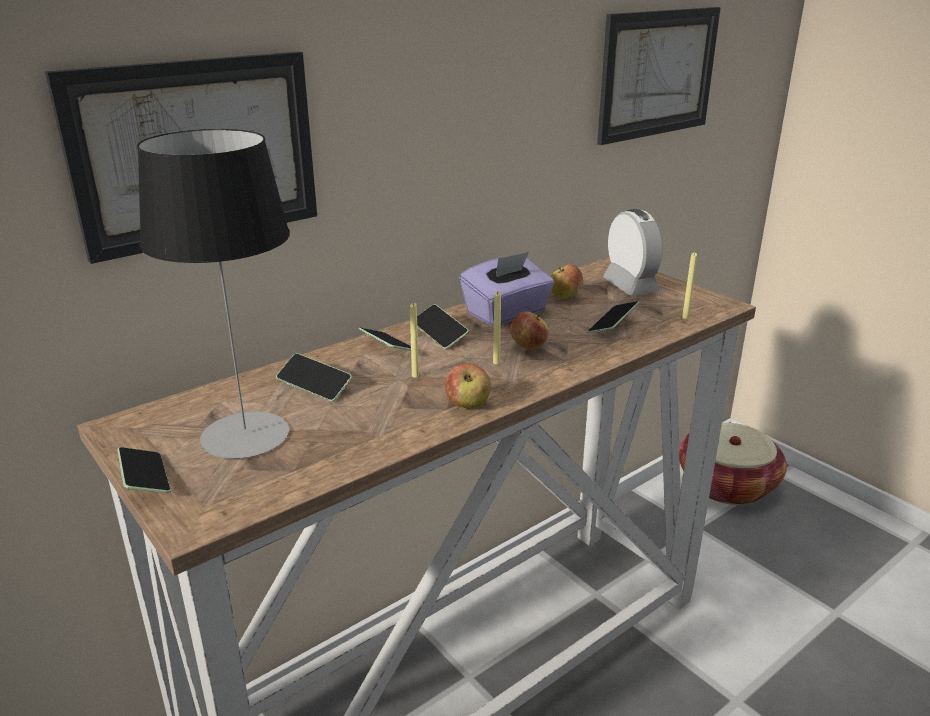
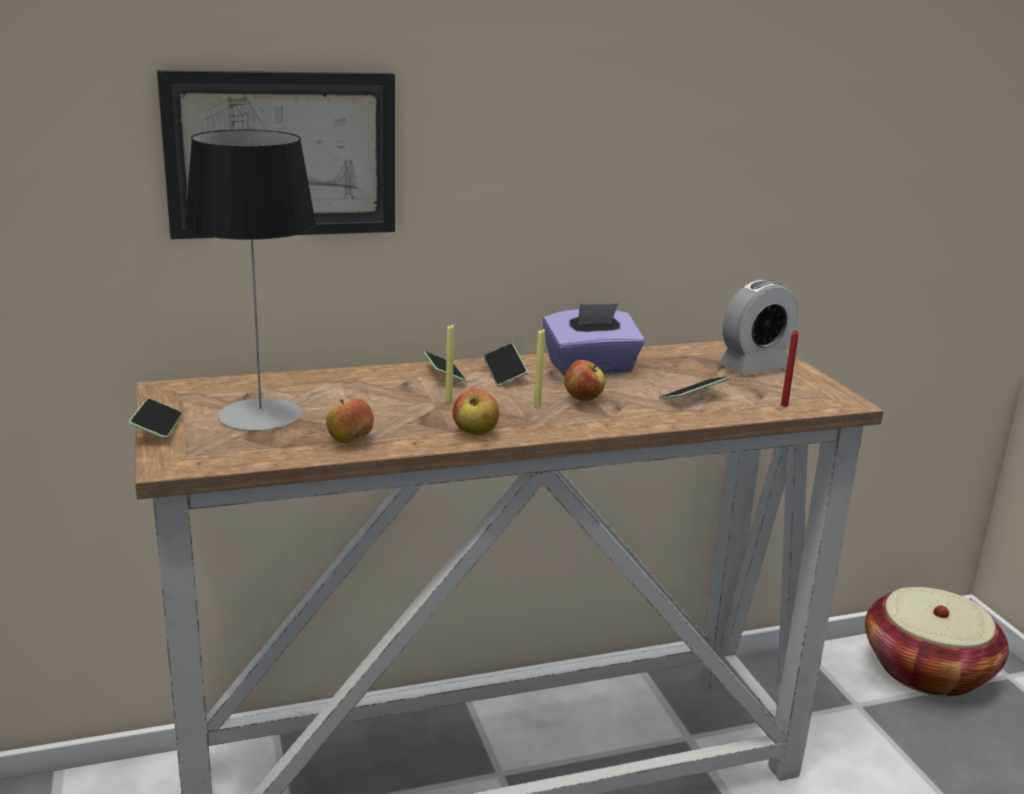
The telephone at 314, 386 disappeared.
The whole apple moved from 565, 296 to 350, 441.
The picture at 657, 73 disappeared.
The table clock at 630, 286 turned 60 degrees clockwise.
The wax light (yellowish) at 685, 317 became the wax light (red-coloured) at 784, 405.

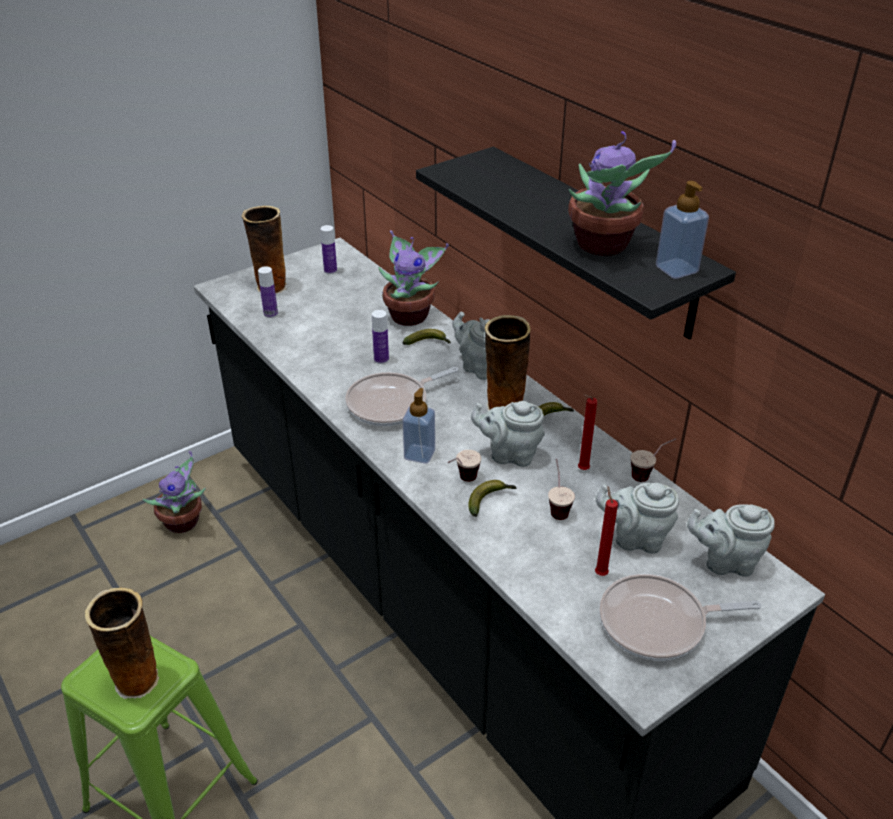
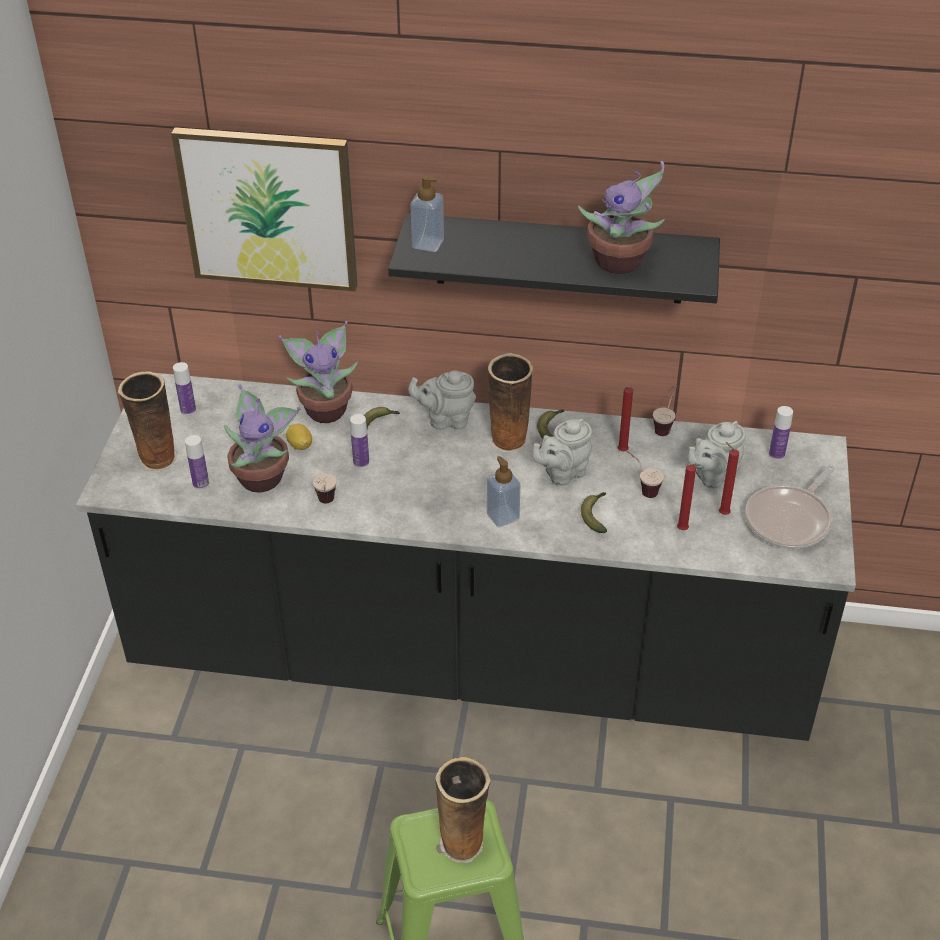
The houseplant moved from 184, 522 to 263, 477.
The skillet at 392, 403 disappeared.
The small cup moved from 462, 482 to 326, 505.
The soap bottle moved from 676, 269 to 428, 244.
The pot for tea (greyish) at 725, 561 was replaced by the bottle at 776, 454.
The picture at 269, 208 appeared.
The lemon at 300, 445 appeared.
The wax light (red-coloured) at 684, 530 appeared.

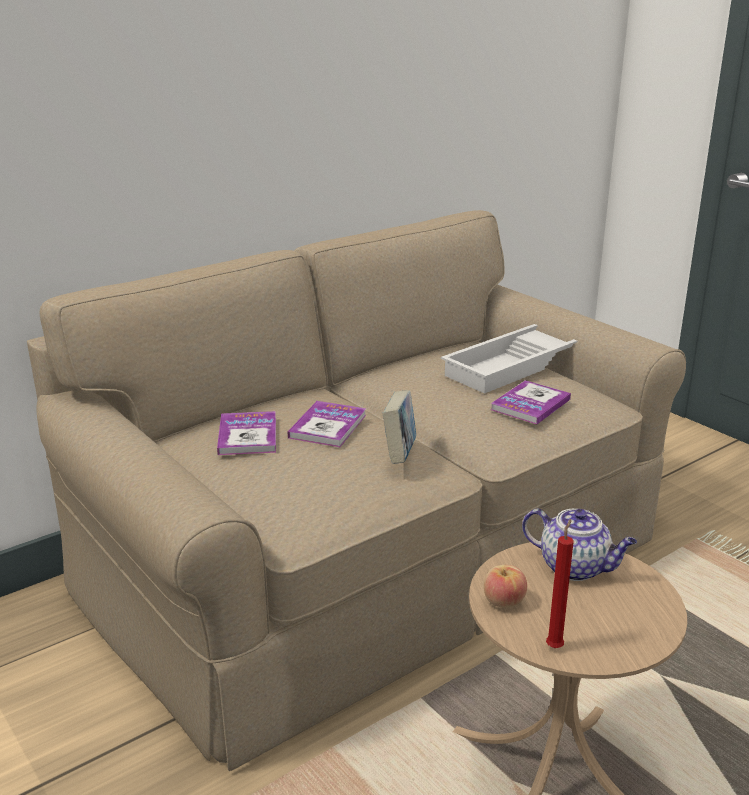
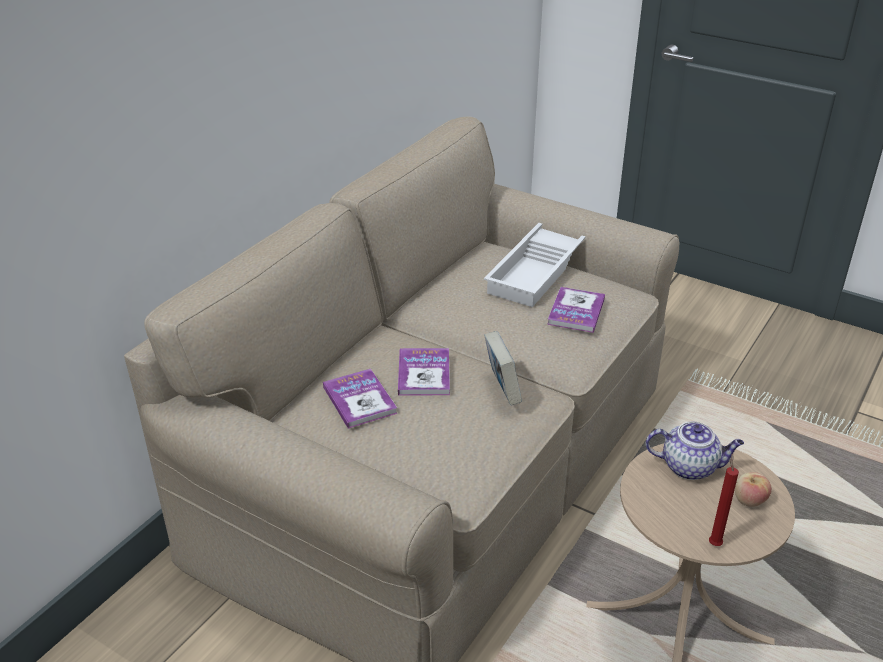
The whole apple moved from 503, 602 to 749, 500.

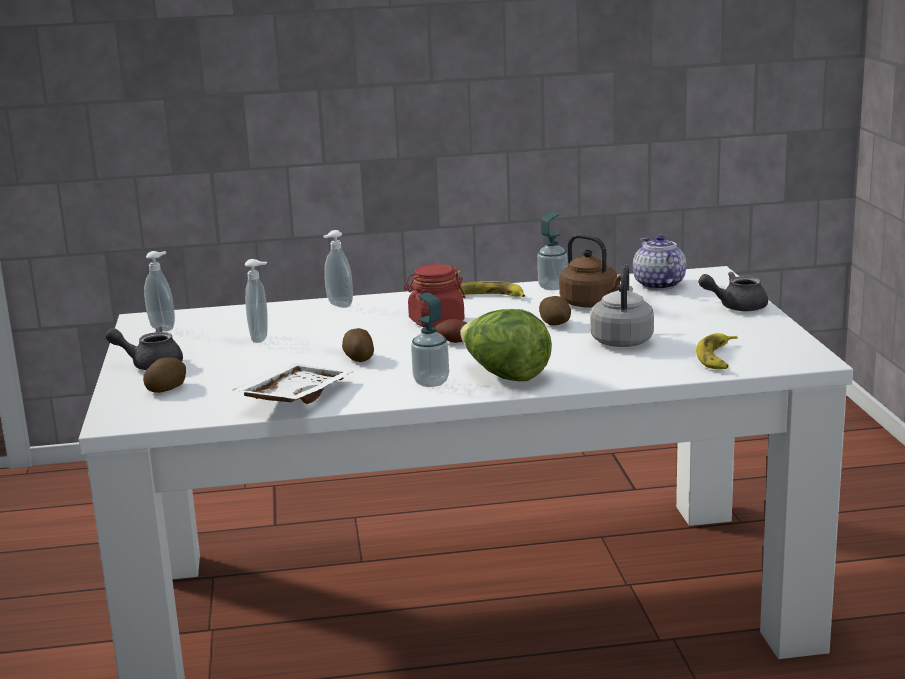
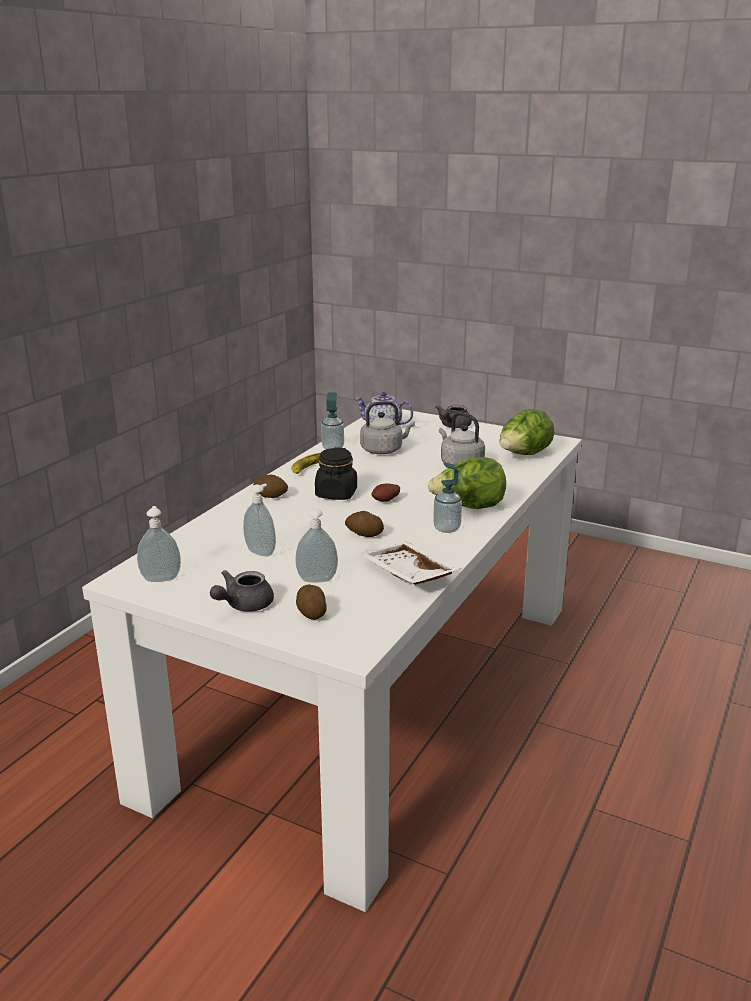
The soap bottle moved from 338, 305 to 317, 581.
The preserve jar (red-coloured) at 436, 322 became the preserve jar (black) at 336, 494.
The whole potato moved from 555, 323 to 271, 496.
The tea kettle (brownish) at 591, 304 became the tea kettle (greyish) at 384, 450.
The whole banana at 718, 358 was replaced by the head of lettuce at 524, 455.

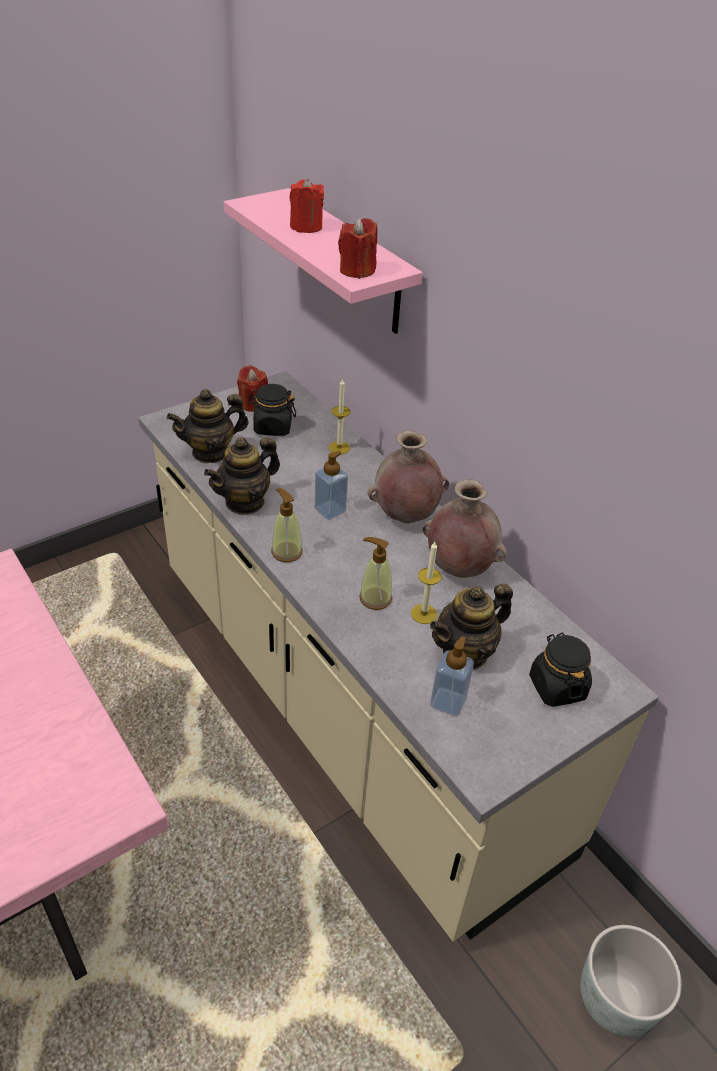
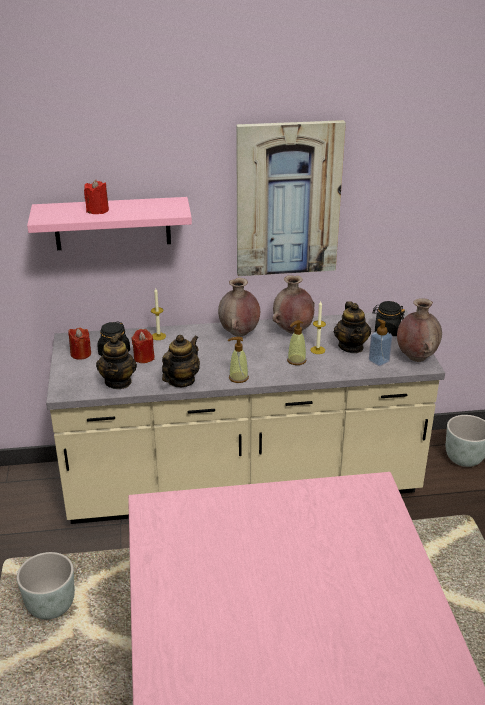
The pot for tea at 245, 502 turned 135 degrees counterclockwise.
The soap bottle at 330, 510 disappeared.
The wax light (red-coloured) moved from 357, 270 to 144, 357.
The planter (greyish) at 51, 605 appeared.
The picture at 288, 199 appeared.
The decorative vase (brownish) at 416, 357 appeared.

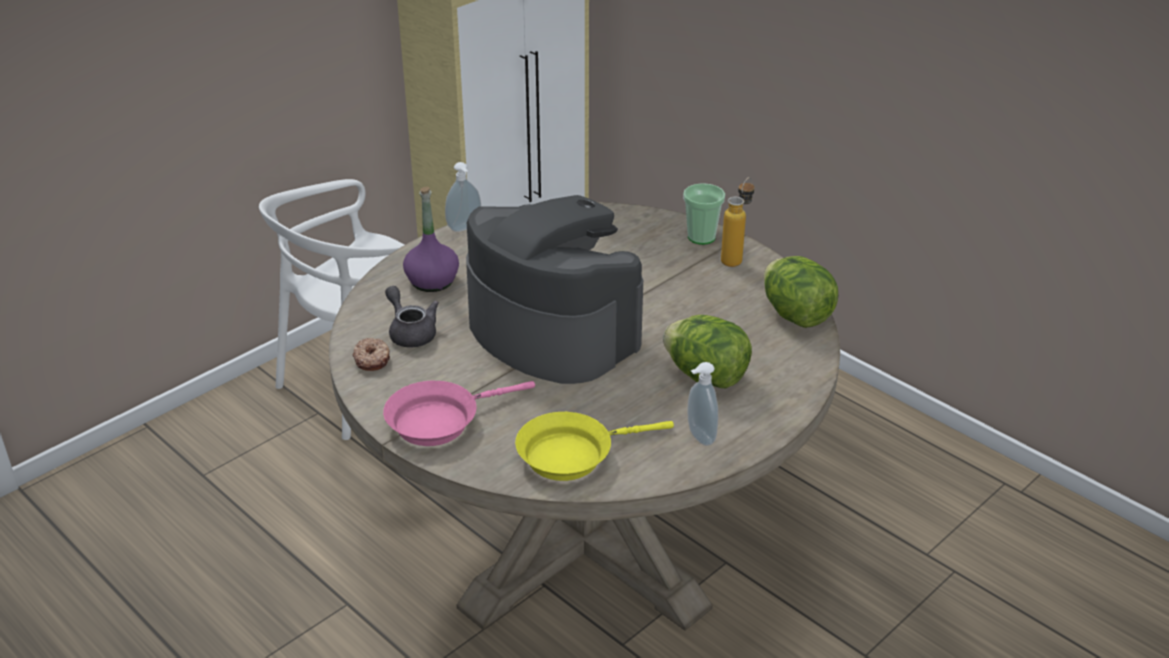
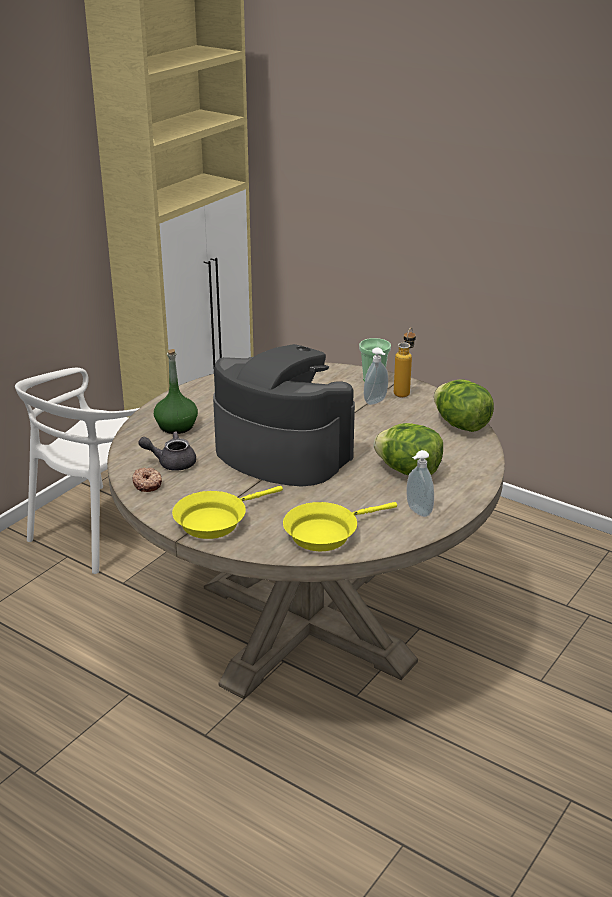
The skillet (pinkish) at 439, 420 became the skillet (yellowish) at 215, 520.
The pot for tea (greyish) at 411, 332 turned 45 degrees counterclockwise.
The bottle (purple) at 432, 281 became the bottle (green) at 176, 426.
The soap bottle moved from 465, 228 to 376, 402.

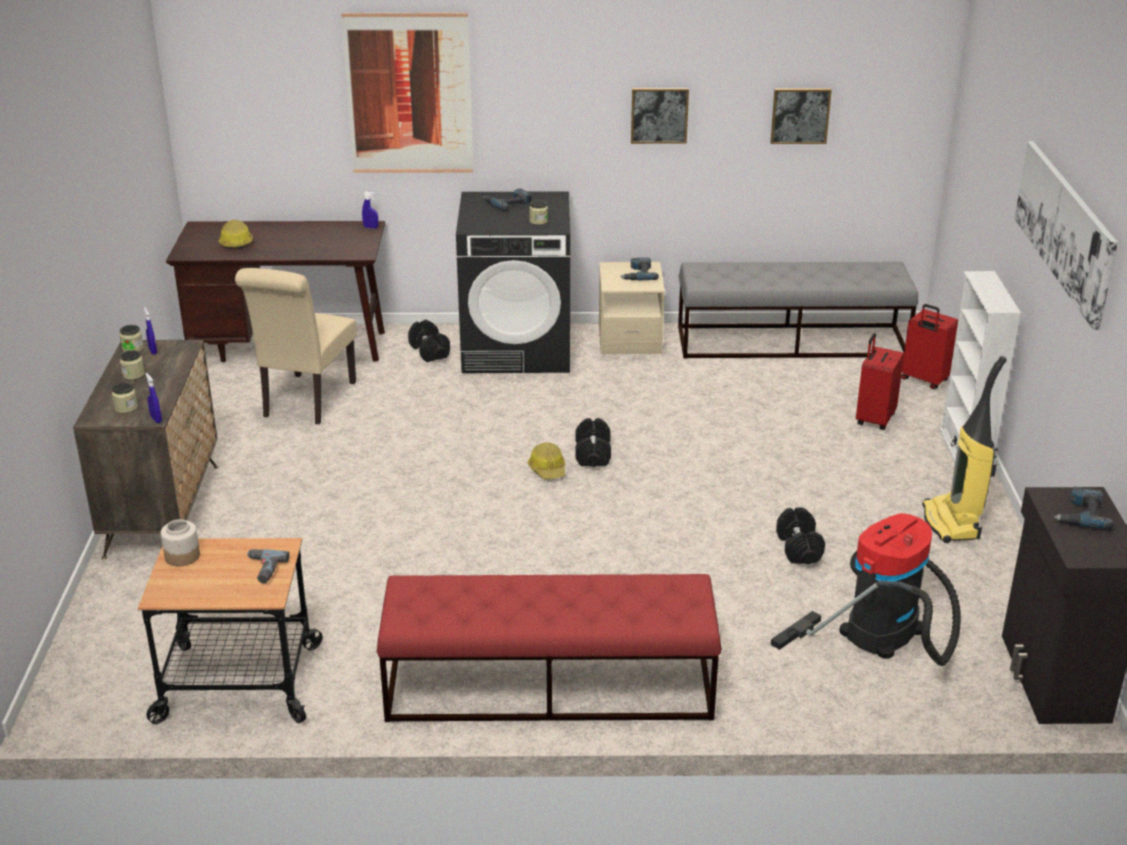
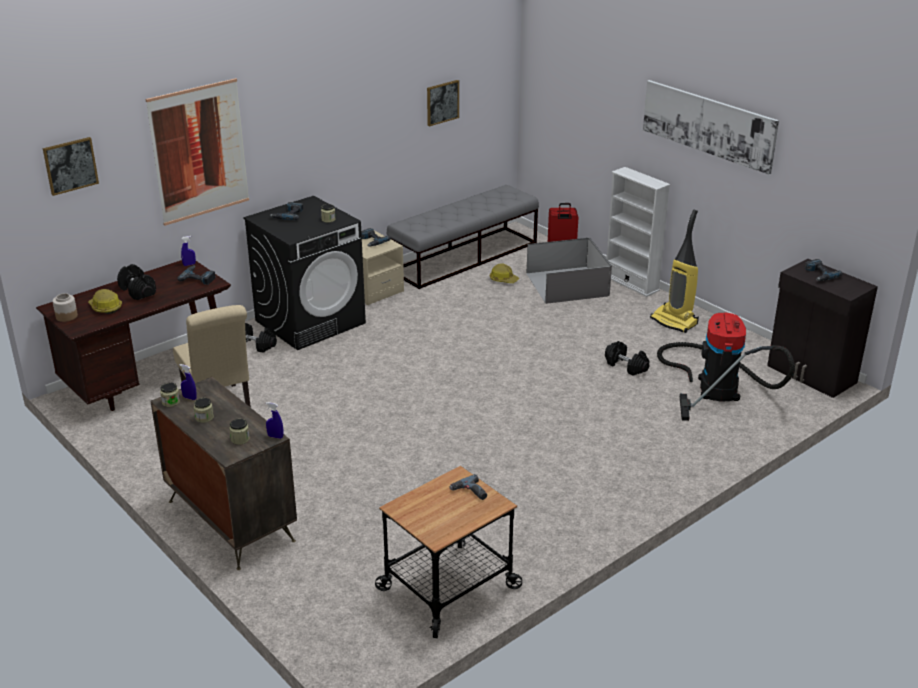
The preserve jar moved from 183, 556 to 67, 316.
The bench (red-coloured) at 548, 687 disappeared.
The work helmet moved from 548, 469 to 503, 279.
The dumbbell (black) moved from 592, 454 to 137, 291.
The picture moved from 659, 115 to 70, 165.
The travel case (red-coloured) at 874, 419 was replaced by the storage bin (greyish) at 566, 284.
The drill at 198, 278 appeared.

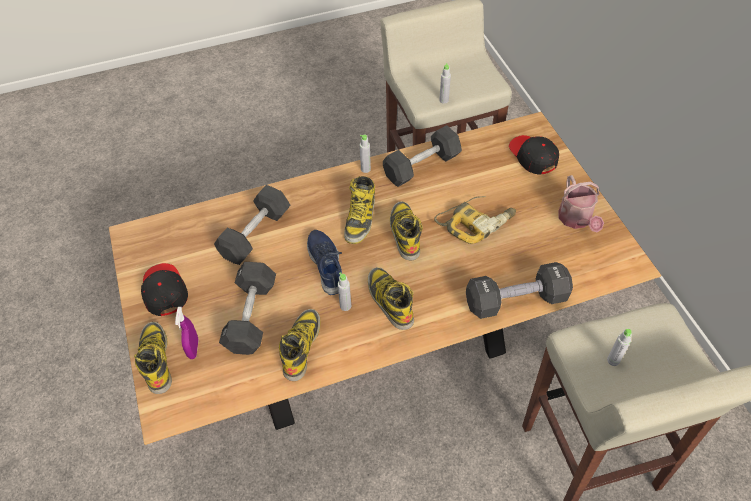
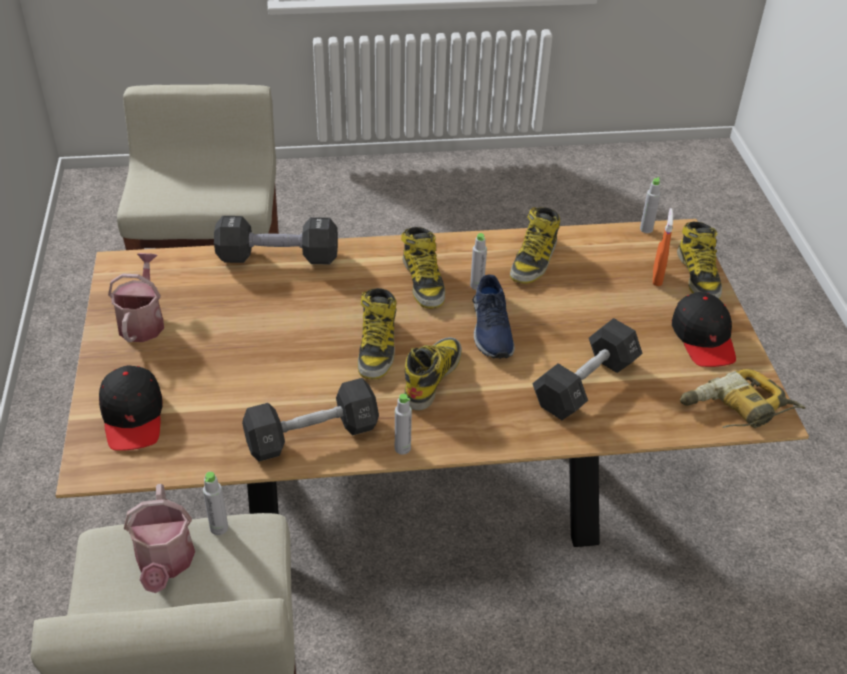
The hand sprayer (purple) at 193, 349 became the hand sprayer (orange-coloured) at 657, 278.
The dumbbell (black) at 251, 316 disappeared.
The drill moved from 475, 222 to 737, 410.
The bottle (greyish) moved from 613, 360 to 646, 229.
The sprinkling can at 165, 563 appeared.

